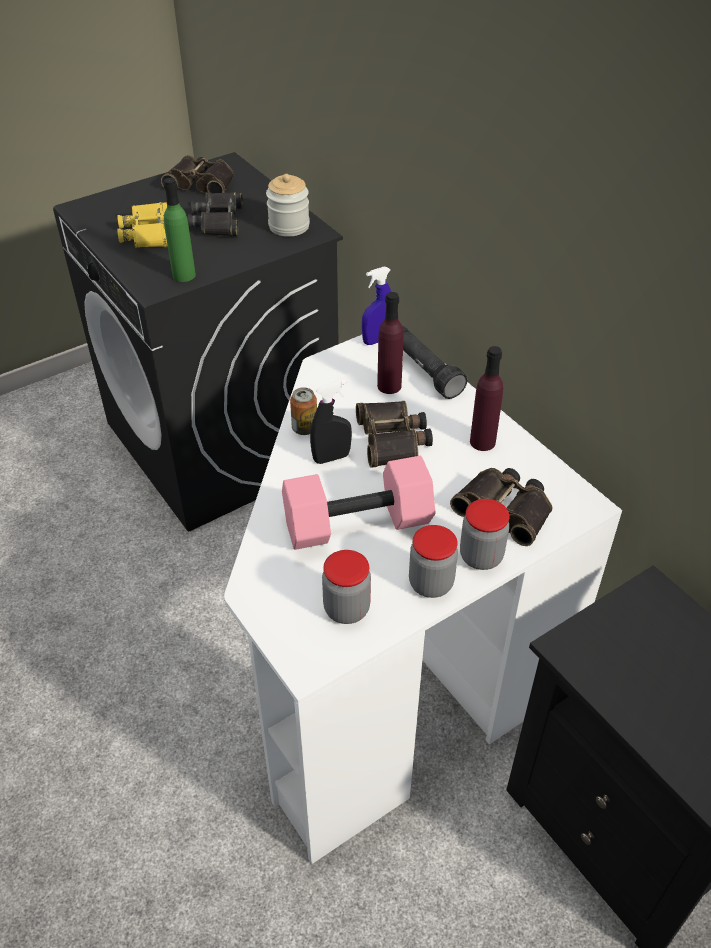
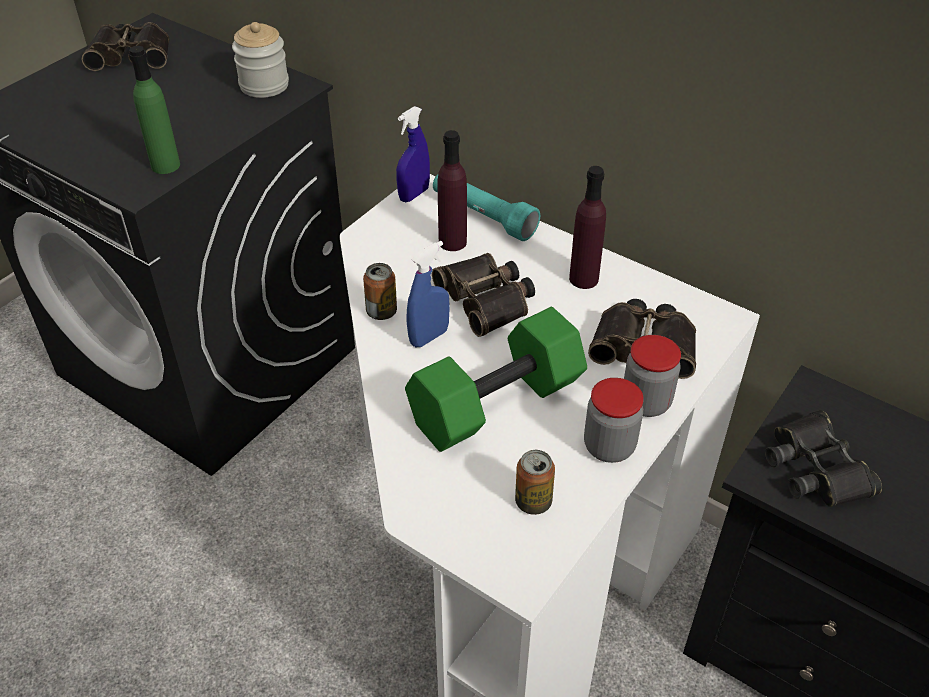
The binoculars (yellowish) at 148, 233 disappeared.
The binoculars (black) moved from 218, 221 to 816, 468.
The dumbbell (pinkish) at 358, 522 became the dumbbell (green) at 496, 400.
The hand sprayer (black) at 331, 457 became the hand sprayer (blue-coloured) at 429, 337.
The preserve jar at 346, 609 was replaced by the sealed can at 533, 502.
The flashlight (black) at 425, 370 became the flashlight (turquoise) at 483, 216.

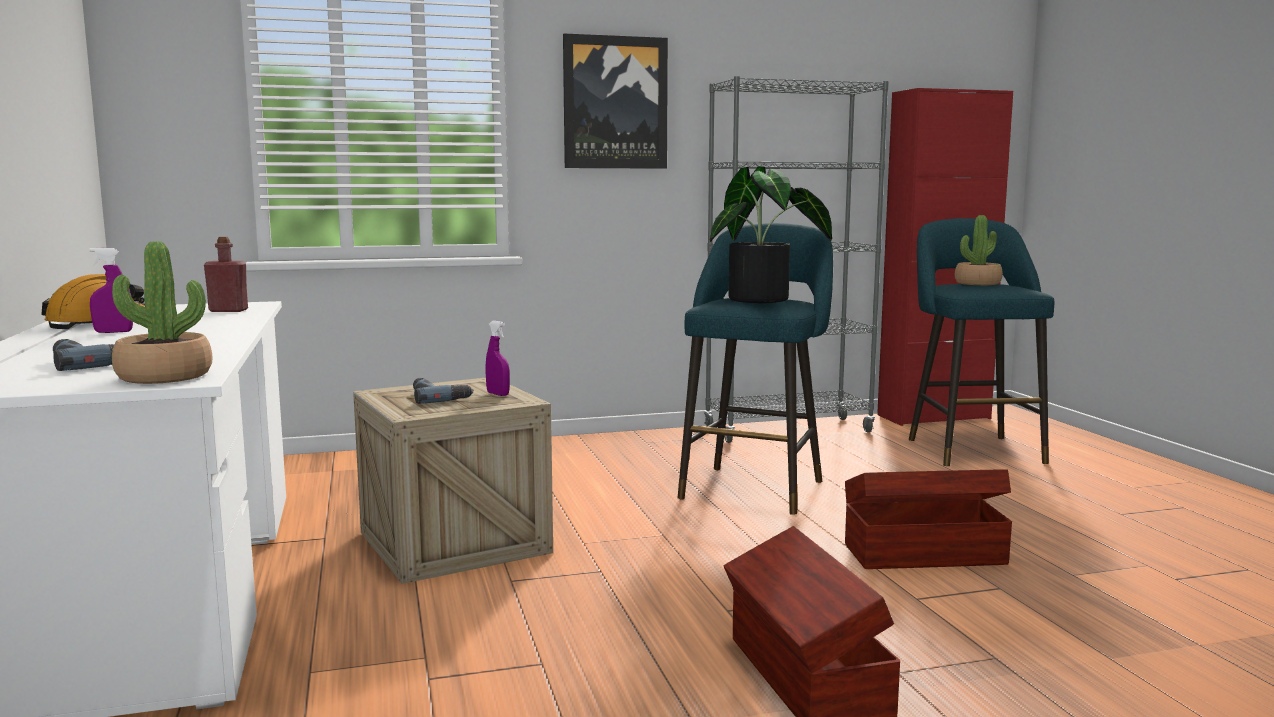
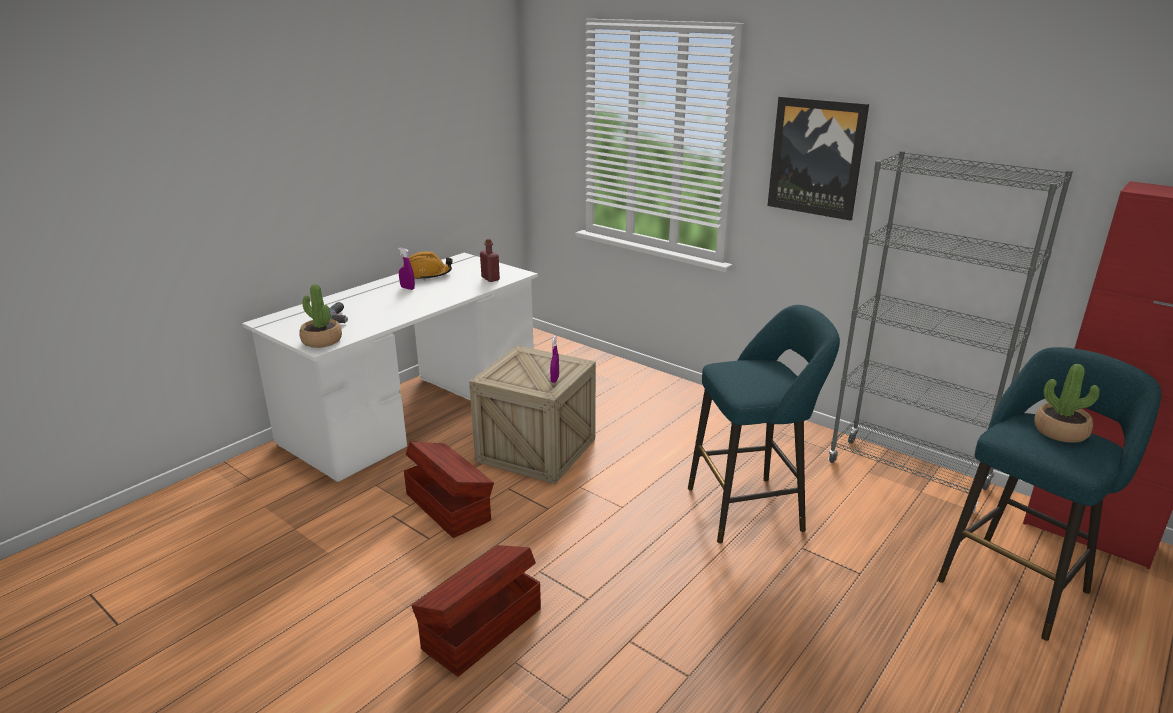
The drill at 439, 397 disappeared.
The houseplant at 766, 300 disappeared.
The storage bin (brownish) moved from 922, 553 to 448, 506.

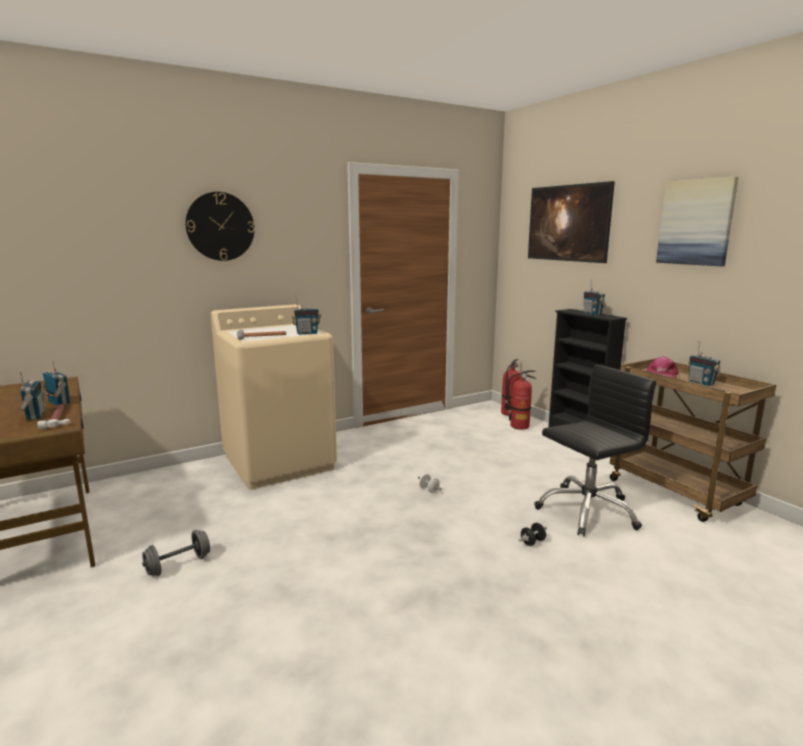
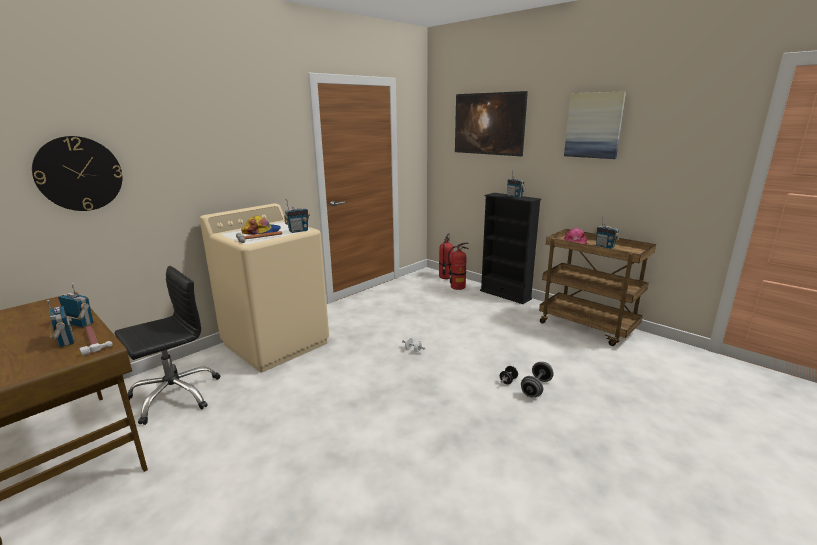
The dumbbell (greyish) moved from 178, 565 to 536, 388.
The clock on the wall moved from 220, 226 to 79, 174.
The computer chair (black) moved from 587, 510 to 174, 395.
The baseball cap at 262, 231 appeared.

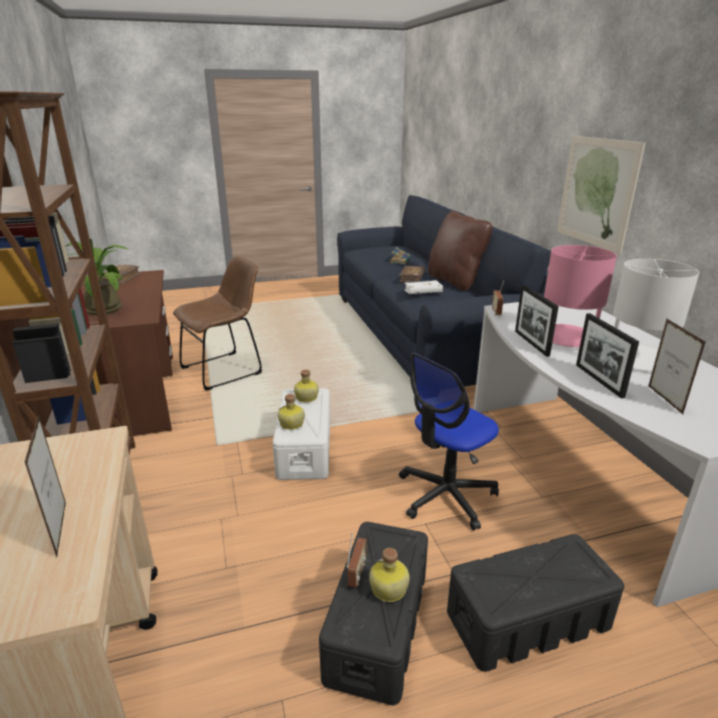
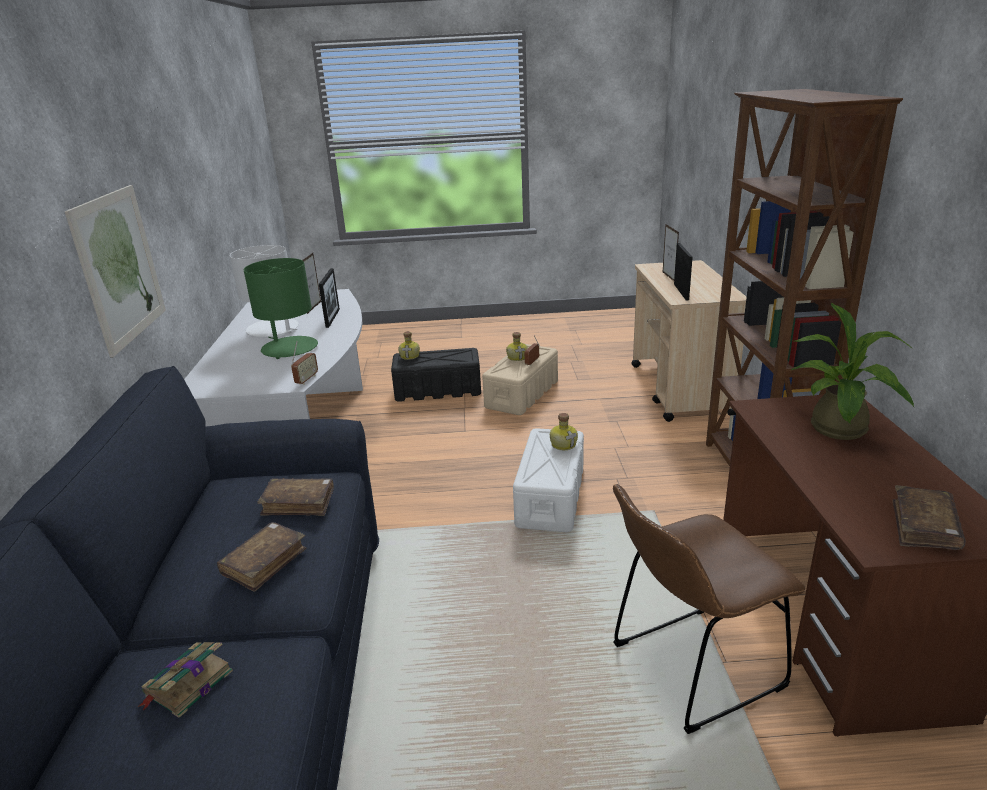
The bottle moved from 306, 397 to 410, 356.
The storage bin (black) at 378, 624 became the storage bin (beige) at 521, 394.
The computer chair at 446, 495 disappeared.
The volume (white) at 423, 292 became the volume (brownish) at 299, 503.
The cushion (brownish) at 455, 281 disappeared.
The photo frame moved from 531, 343 to 681, 292.
The tabletop lamp (pinkish) at 568, 337 became the tabletop lamp (green) at 289, 348.

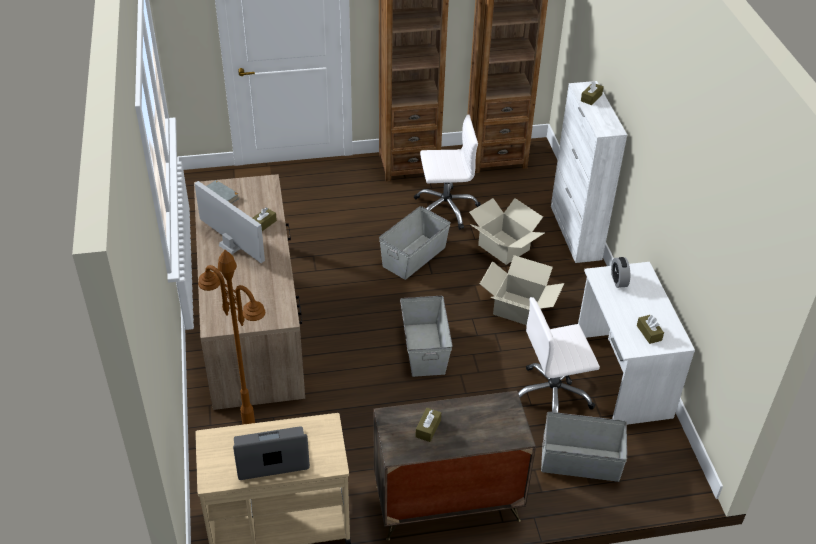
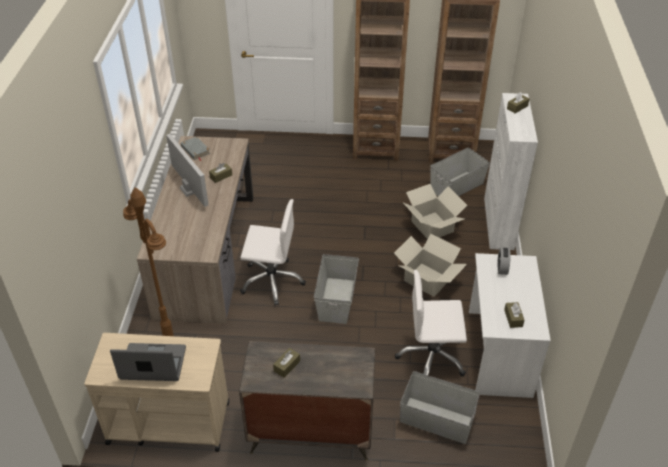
The storage bin (greyish) moved from 414, 256 to 457, 186.
The computer chair (white) moved from 445, 208 to 272, 281.

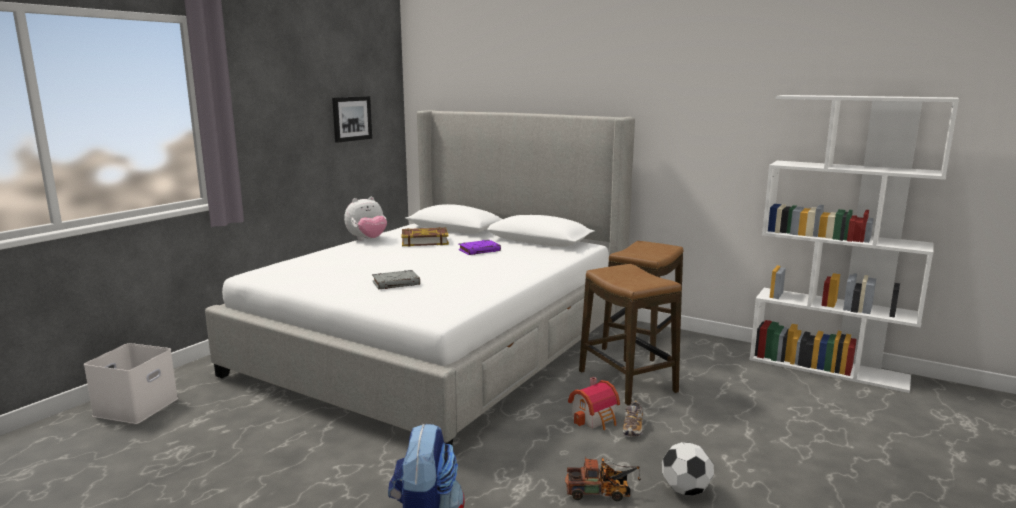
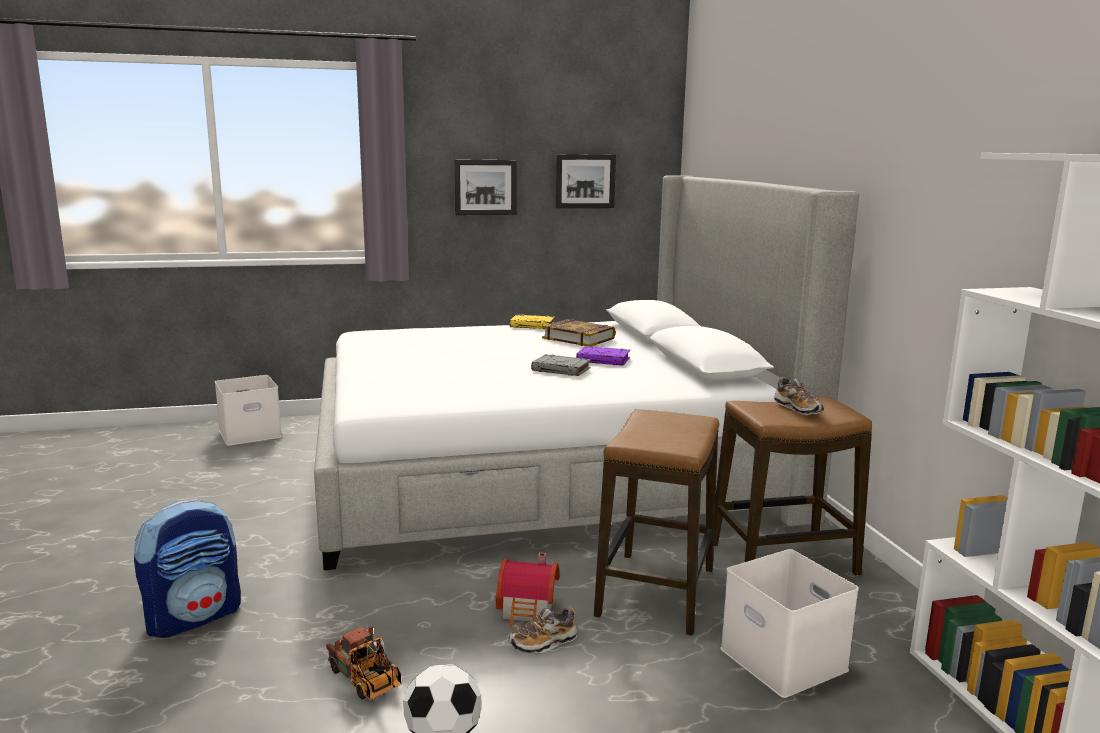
The plush toy at 367, 240 was replaced by the volume (yellowish) at 533, 325.
The volume (greyish) moved from 396, 283 to 561, 369.
The picture at 485, 187 appeared.
The storage bin (white) at 786, 660 appeared.
The item of footwear at 797, 408 appeared.

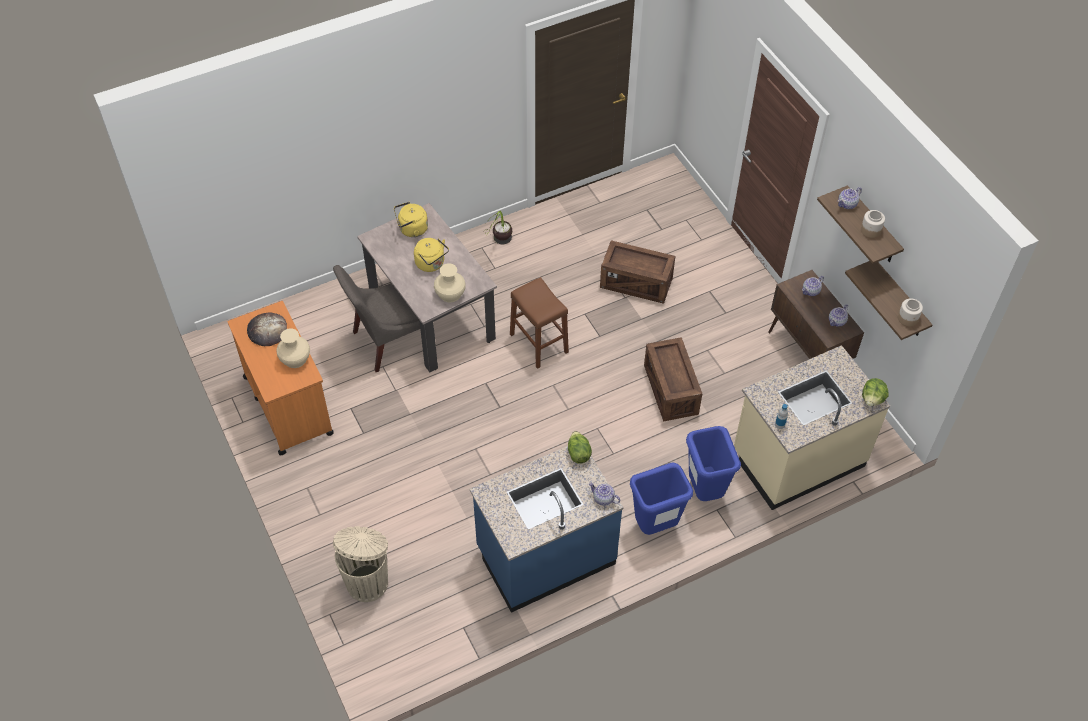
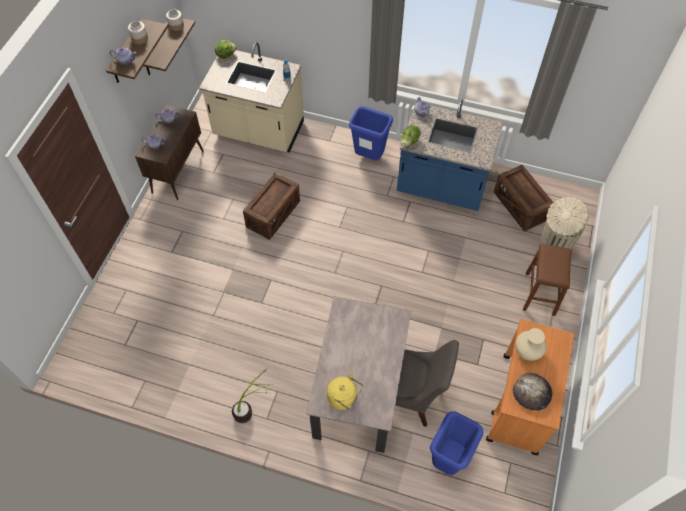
The tea kettle (yellowish) at 431, 264 disappeared.
The decorative vase (beige) at 450, 294 disappeared.
The stool (brownish) moved from 539, 343 to 540, 294.
The crate moved from 636, 283 to 520, 206.
The rubbish bin (blue-coloured) moved from 705, 491 to 447, 460.

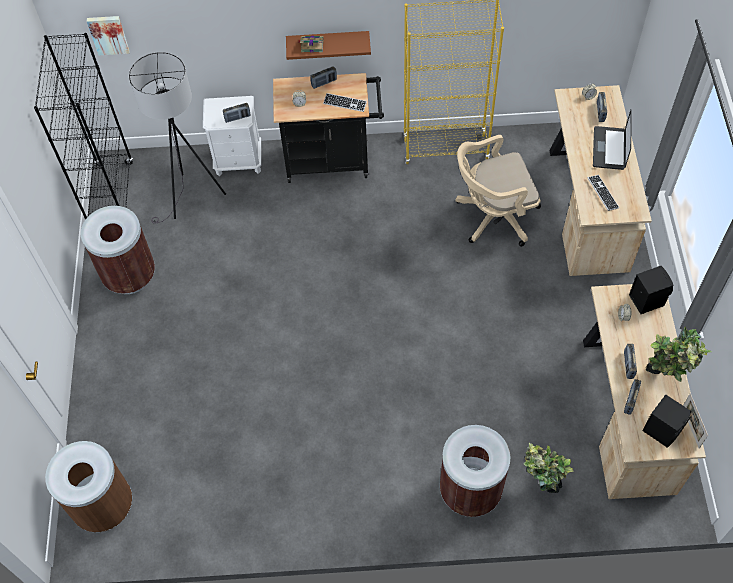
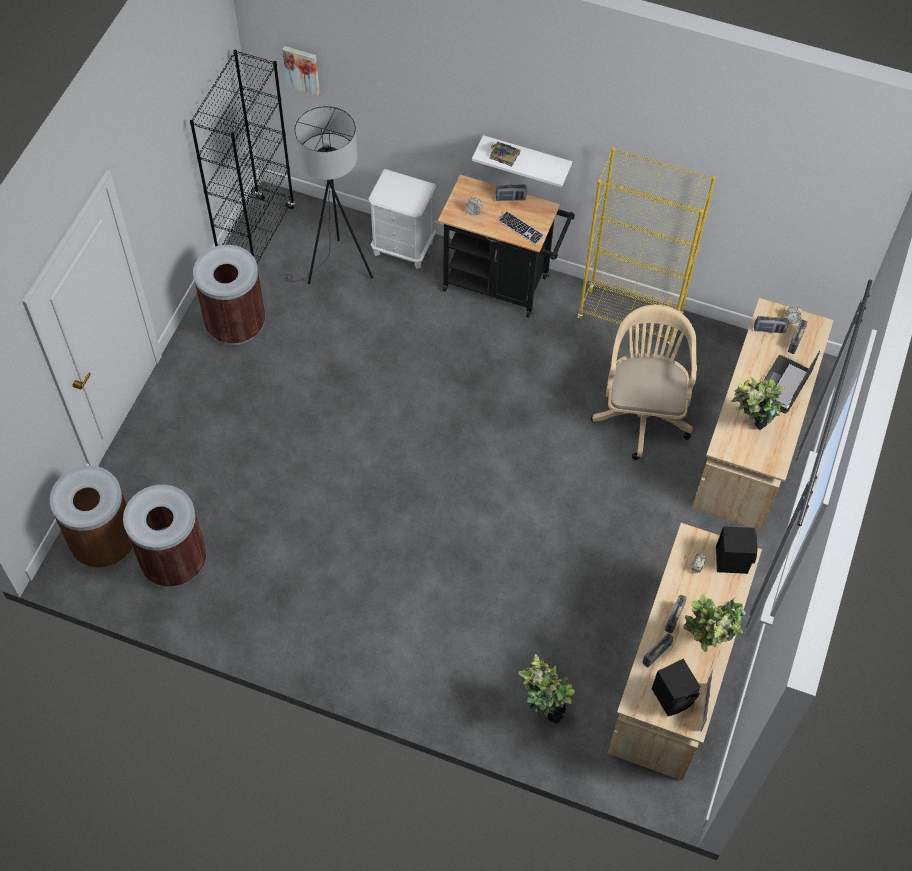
The radio set moved from 237, 117 to 769, 330.
The wall shelf (brownish) at 328, 43 became the wall shelf (white) at 526, 159.
The rubbish bin (brownish) moved from 470, 491 to 174, 562.
The computer chair (beige) at 492, 216 turned 90 degrees clockwise.
The computer keyboard at 603, 193 was replaced by the houseplant at 748, 430.

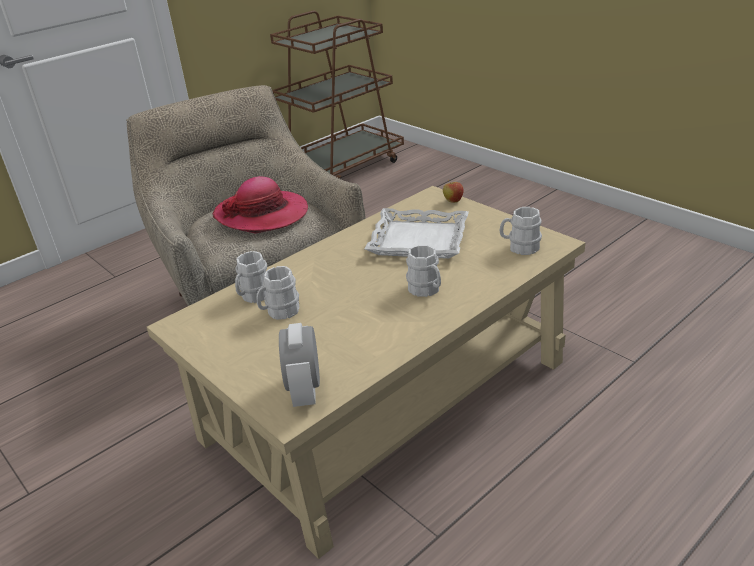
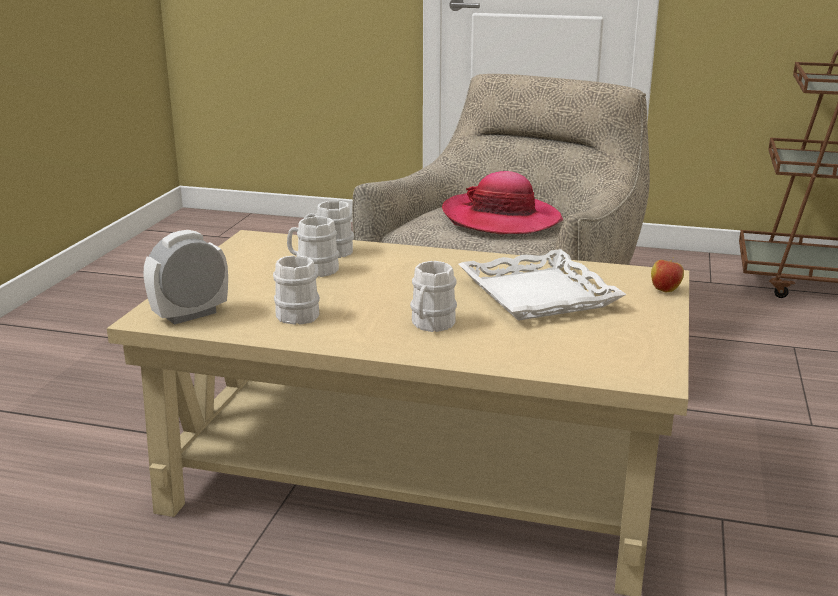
The coffee mug (white) moved from 520, 247 to 295, 313.

